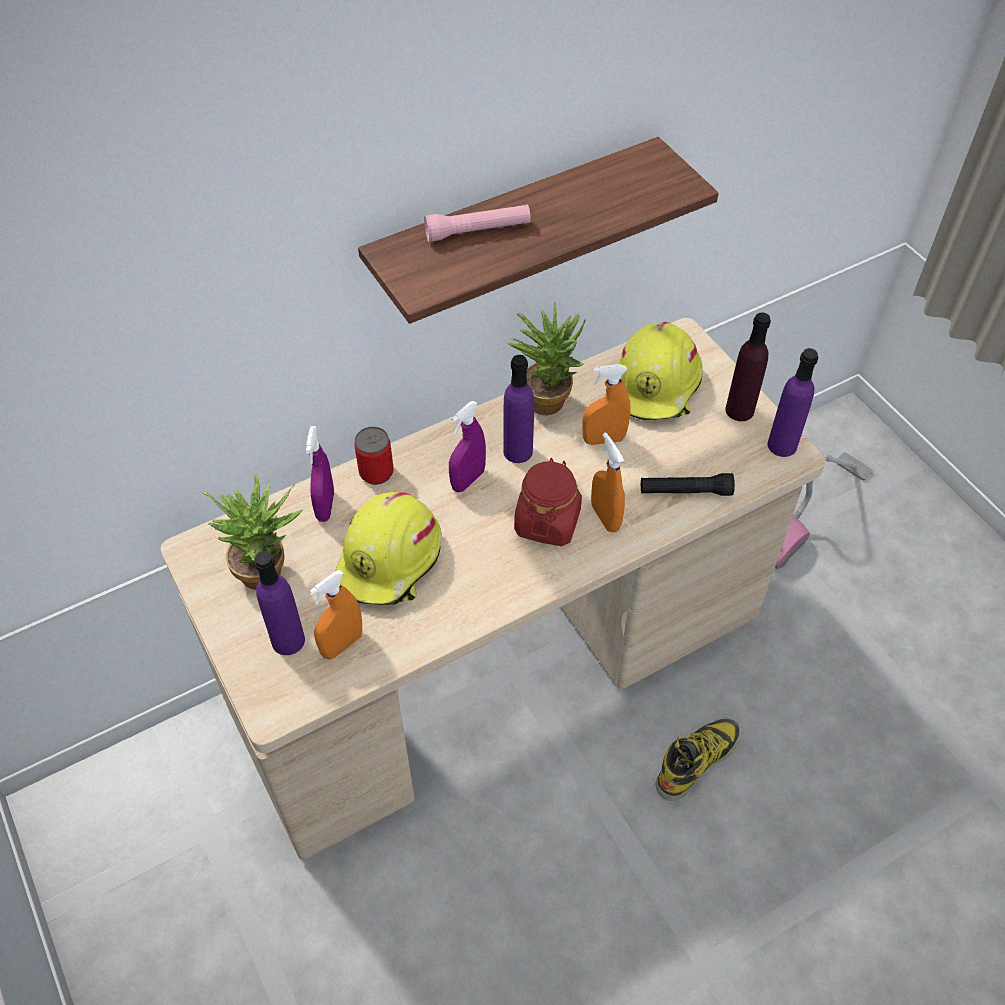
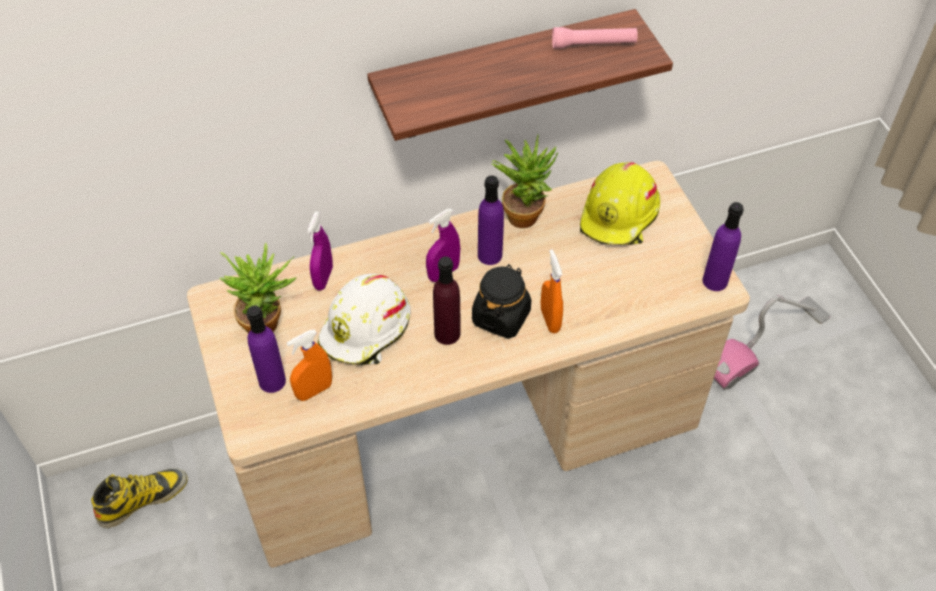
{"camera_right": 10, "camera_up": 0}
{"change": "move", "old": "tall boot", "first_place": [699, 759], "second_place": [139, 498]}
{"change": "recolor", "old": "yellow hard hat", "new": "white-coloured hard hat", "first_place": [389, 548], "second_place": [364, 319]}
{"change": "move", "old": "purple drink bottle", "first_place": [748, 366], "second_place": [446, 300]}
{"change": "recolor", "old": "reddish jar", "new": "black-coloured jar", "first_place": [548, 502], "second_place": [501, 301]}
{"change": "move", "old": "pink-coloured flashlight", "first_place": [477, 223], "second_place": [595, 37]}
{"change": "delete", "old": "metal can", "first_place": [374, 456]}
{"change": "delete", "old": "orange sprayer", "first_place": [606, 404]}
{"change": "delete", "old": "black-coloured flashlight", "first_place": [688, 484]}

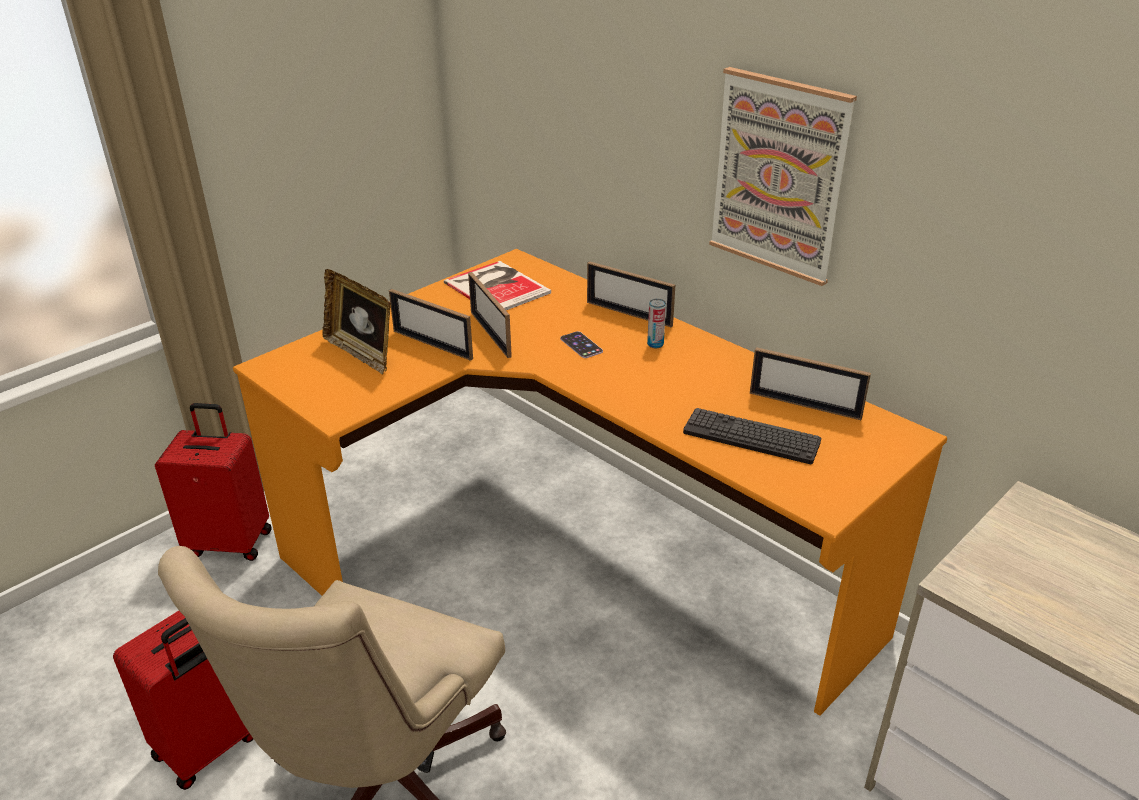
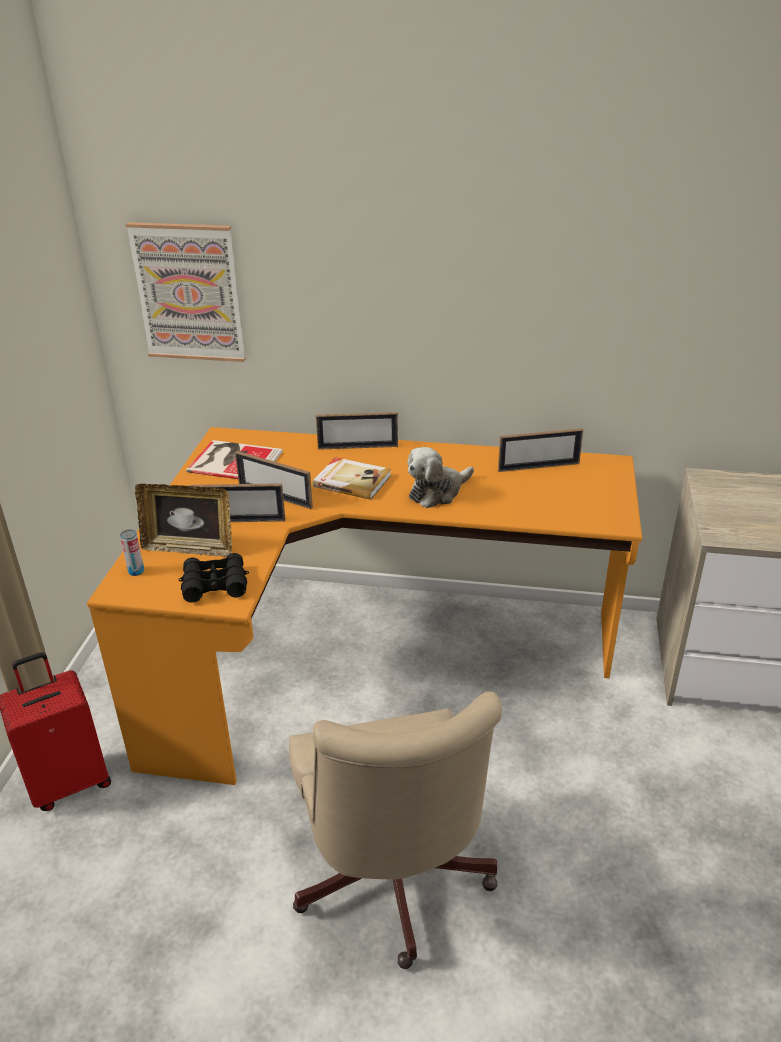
{"camera_right": -35, "camera_up": 0}
{"change": "move", "old": "metal can", "first_place": [656, 323], "second_place": [132, 552]}
{"change": "move", "old": "wall art", "first_place": [783, 176], "second_place": [186, 292]}
{"change": "insert", "new": "black-coloured pair of binoculars", "second_place": [214, 578]}
{"change": "replace", "old": "handset", "new": "volume", "first_place": [581, 344], "second_place": [352, 478]}
{"change": "insert", "new": "soft toy", "second_place": [440, 477]}
{"change": "delete", "old": "reddish suitcase", "first_place": [183, 700]}
{"change": "delete", "old": "computer keyboard", "first_place": [752, 436]}

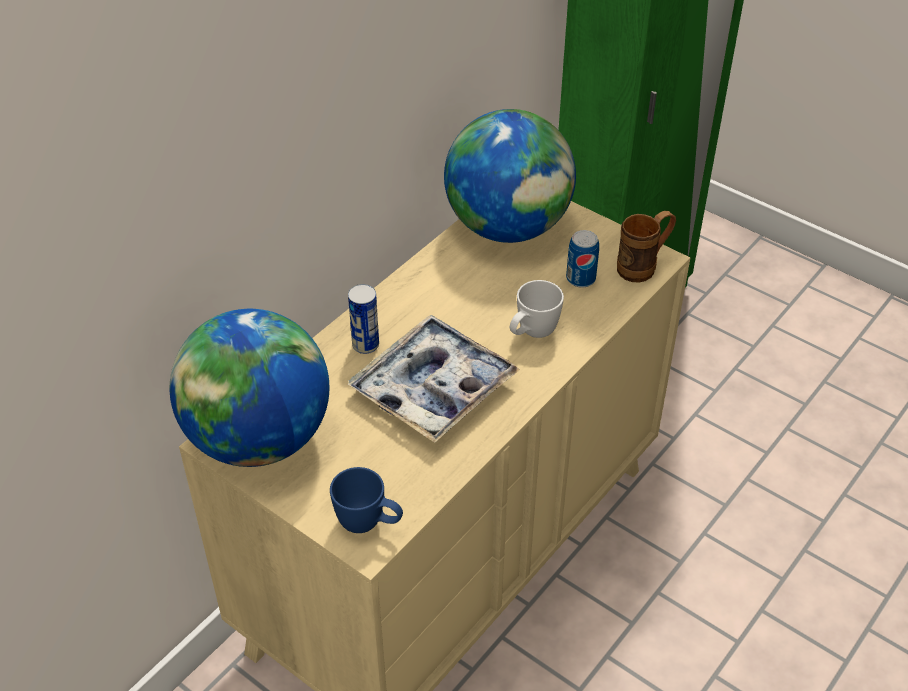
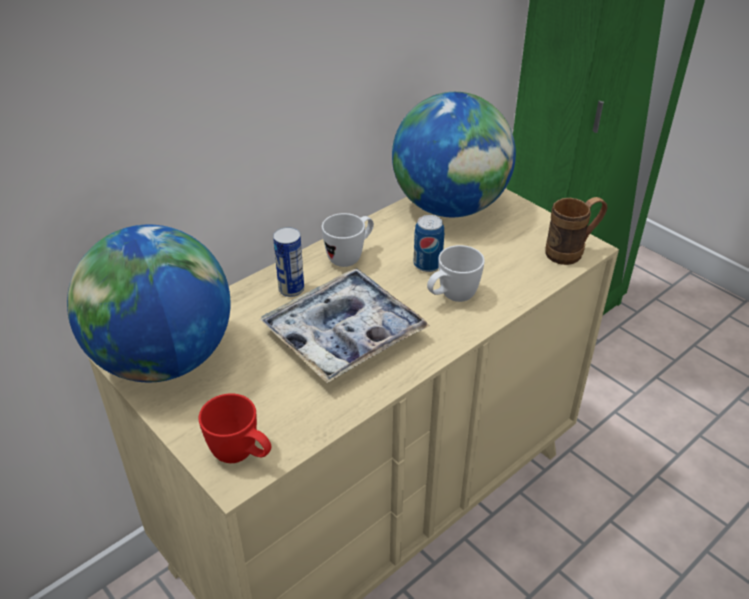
{"camera_right": 10, "camera_up": -5}
{"change": "recolor", "old": "blue coffee mug", "new": "reddish coffee mug", "first_place": [366, 500], "second_place": [235, 428]}
{"change": "insert", "new": "white-coloured coffee mug", "second_place": [348, 240]}
{"change": "move", "old": "metal can", "first_place": [582, 259], "second_place": [429, 243]}

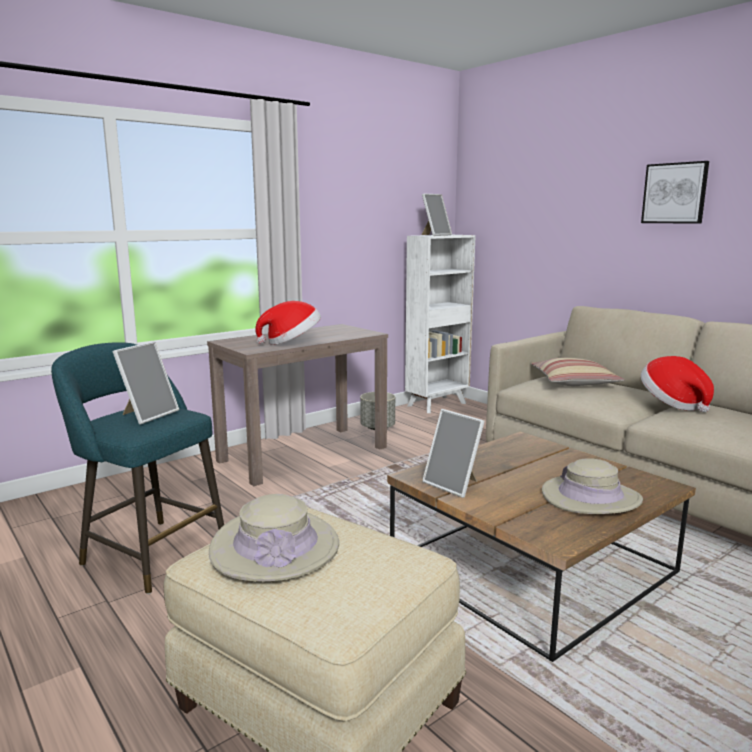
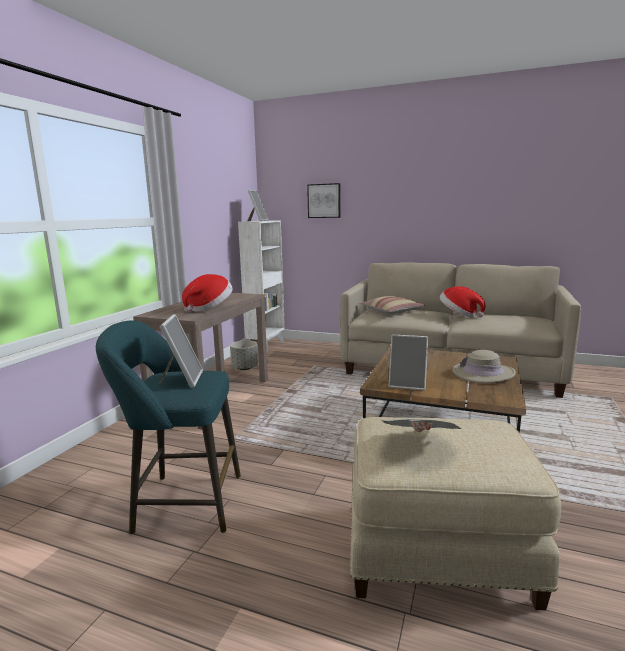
{"camera_right": -30, "camera_up": 0}
{"change": "move", "old": "wall art", "first_place": [675, 192], "second_place": [324, 200]}
{"change": "replace", "old": "sand-coloured hat", "new": "daily paper", "first_place": [274, 537], "second_place": [420, 425]}

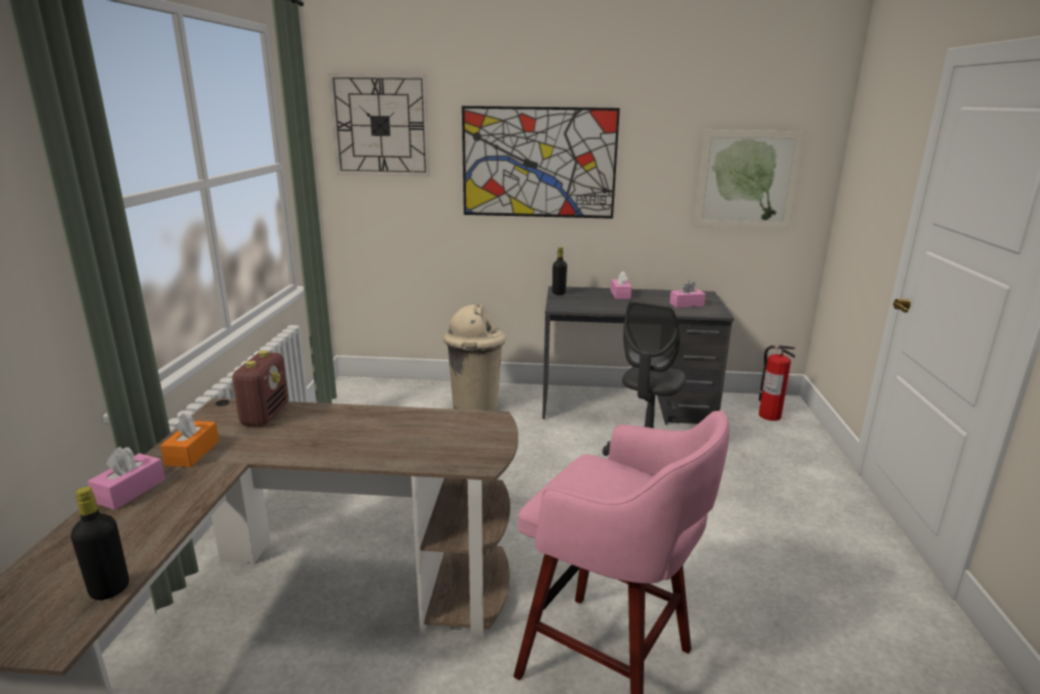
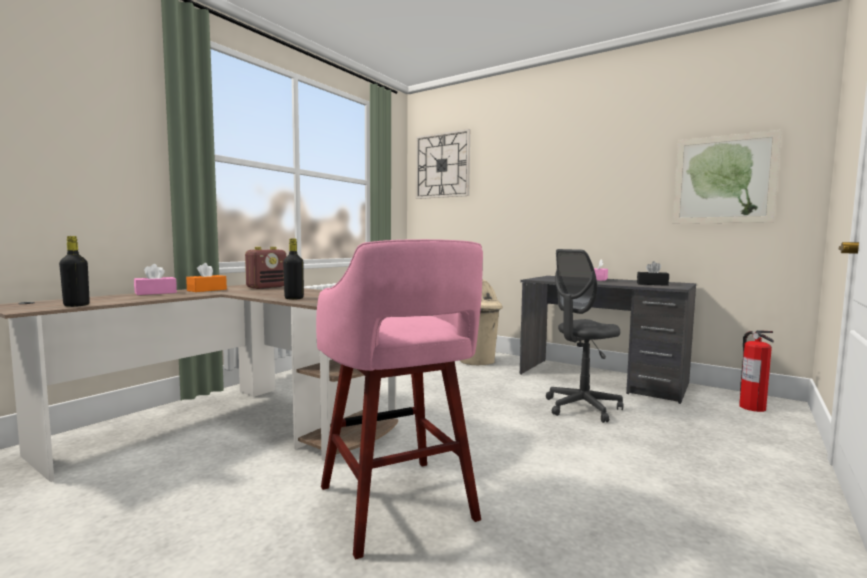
{"camera_right": 30, "camera_up": -15}
{"change": "move", "old": "black-coloured drink bottle", "first_place": [559, 271], "second_place": [293, 269]}
{"change": "recolor", "old": "pink-coloured tissue box", "new": "black-coloured tissue box", "first_place": [687, 294], "second_place": [653, 273]}
{"change": "delete", "old": "wall art", "first_place": [541, 162]}

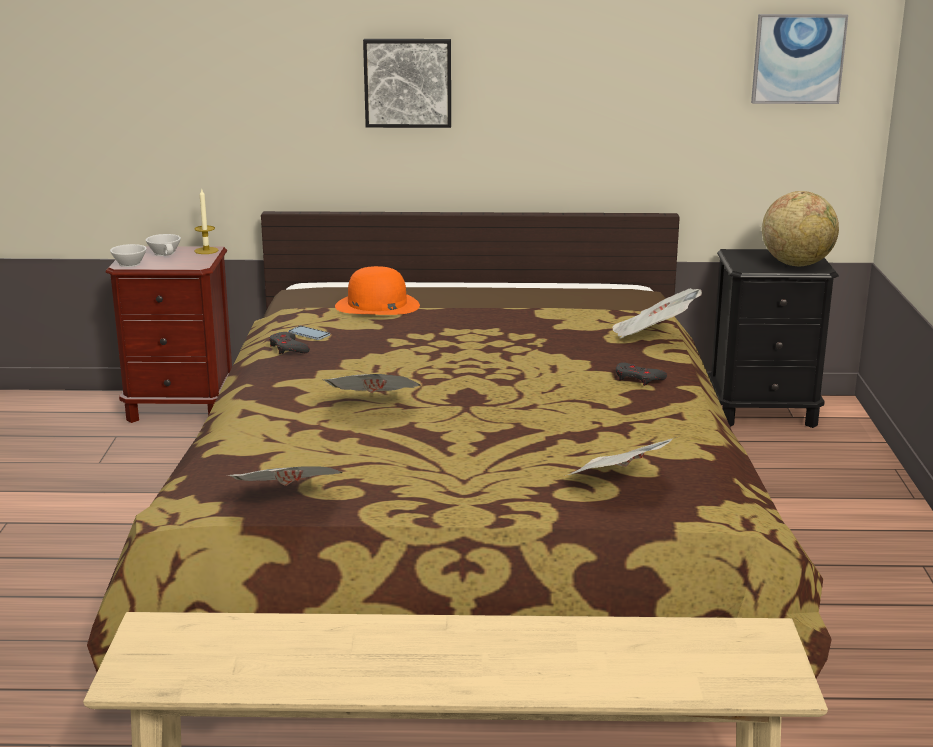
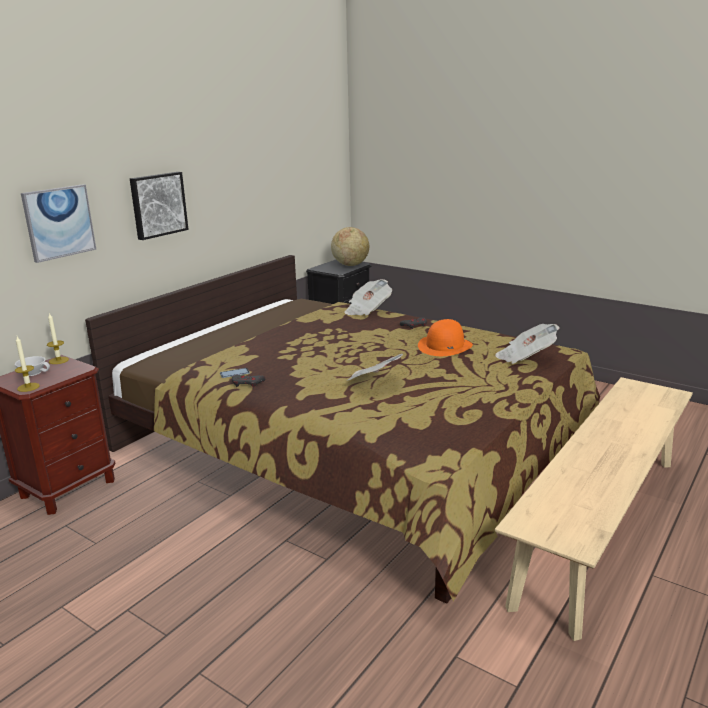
{"camera_right": -55, "camera_up": 0}
{"change": "replace", "old": "white-coloured cup", "new": "wax light", "first_place": [128, 255], "second_place": [27, 364]}
{"change": "move", "old": "wall art", "first_place": [799, 59], "second_place": [58, 223]}
{"change": "move", "old": "orange hat", "first_place": [377, 290], "second_place": [445, 337]}
{"change": "delete", "old": "daily paper", "first_place": [285, 476]}

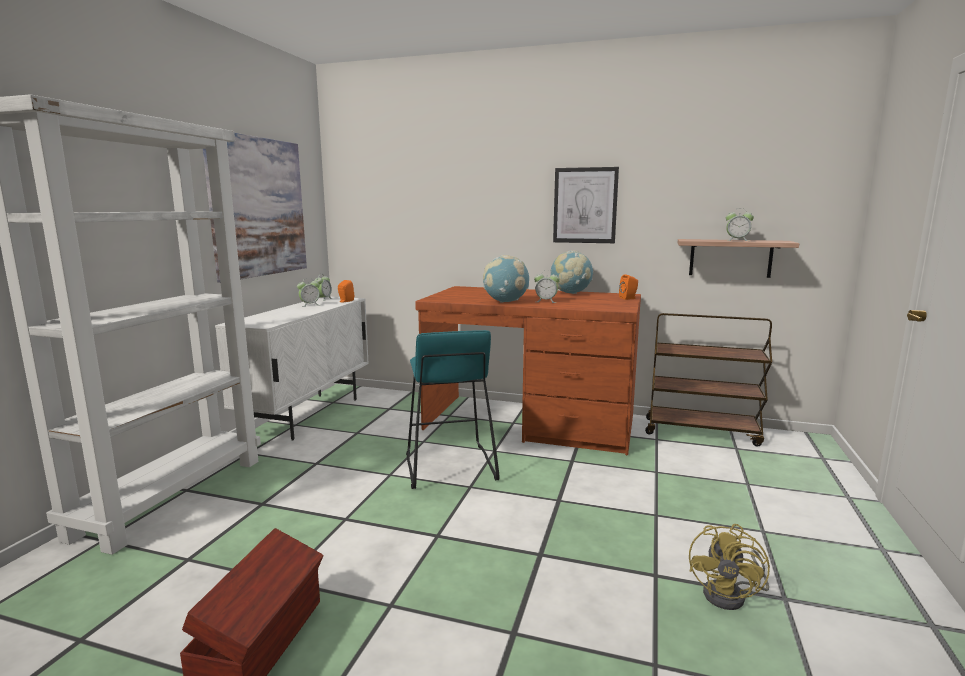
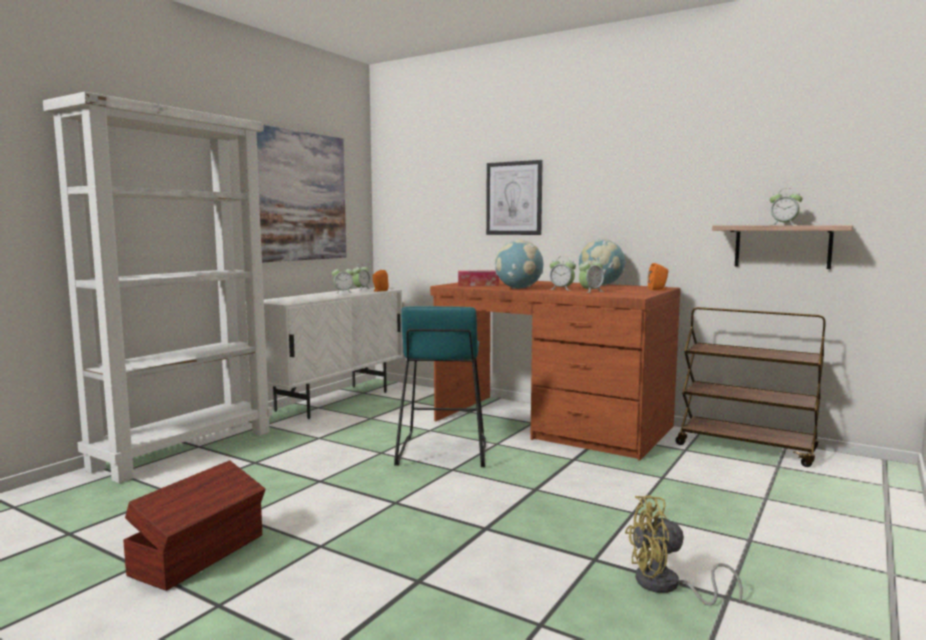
{"camera_right": 15, "camera_up": -5}
{"change": "insert", "new": "tissue box", "second_place": [478, 278]}
{"change": "move", "old": "wall art", "first_place": [586, 205], "second_place": [514, 197]}
{"change": "insert", "new": "bedside clock", "second_place": [591, 275]}
{"change": "rotate", "old": "yellow cooling fan", "first_place": [729, 567], "second_place": [684, 550], "degrees": 45}

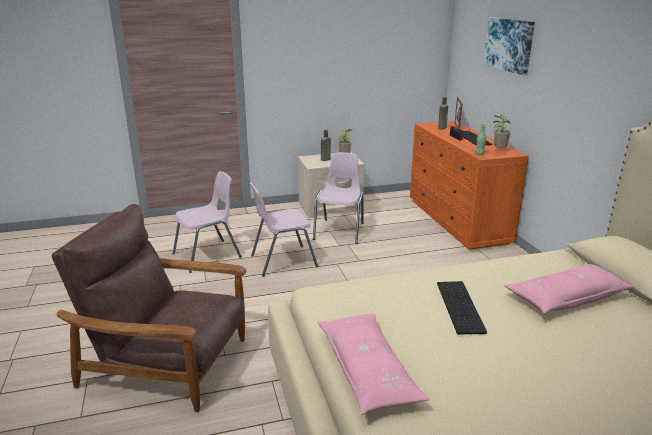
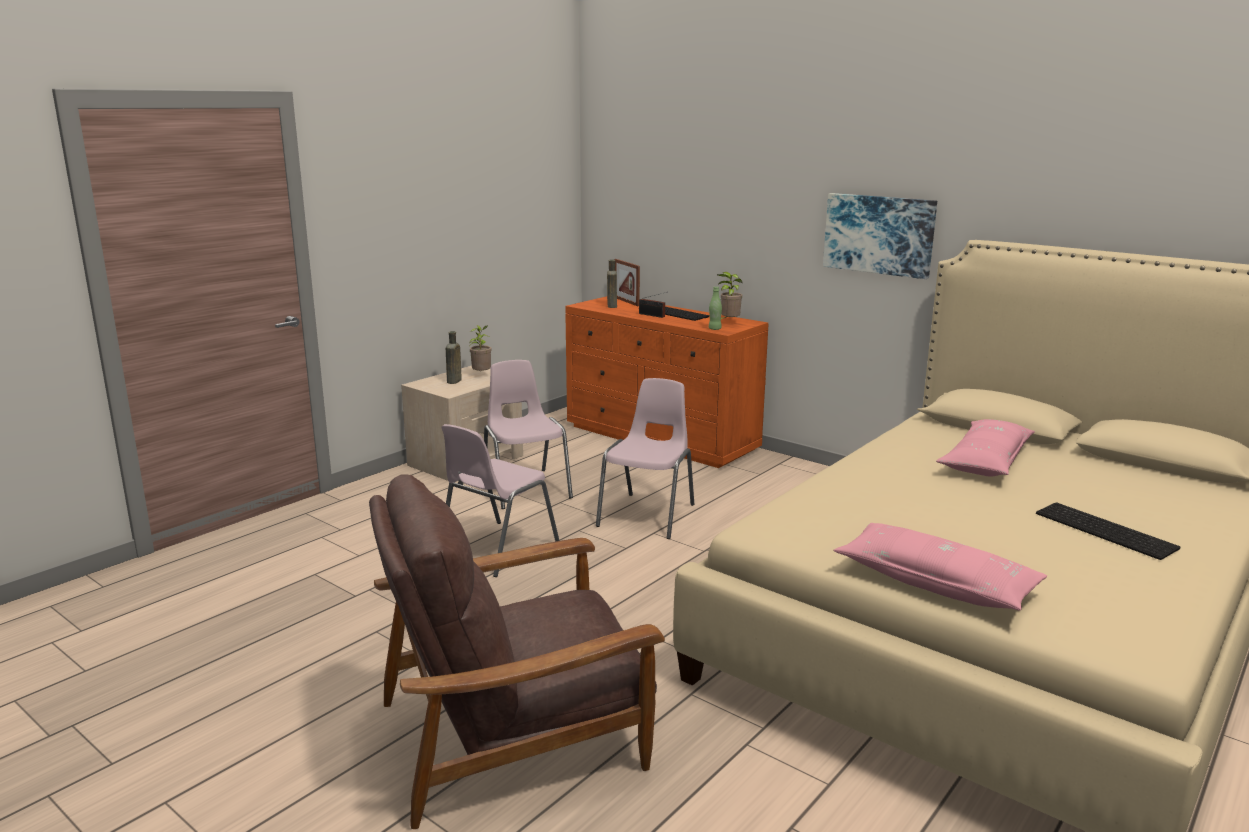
{"camera_right": -35, "camera_up": -5}
{"change": "move", "old": "pink-coloured chair", "first_place": [207, 222], "second_place": [645, 458]}
{"change": "move", "old": "wall art", "first_place": [509, 46], "second_place": [880, 236]}
{"change": "move", "old": "computer keyboard", "first_place": [462, 308], "second_place": [1108, 531]}

